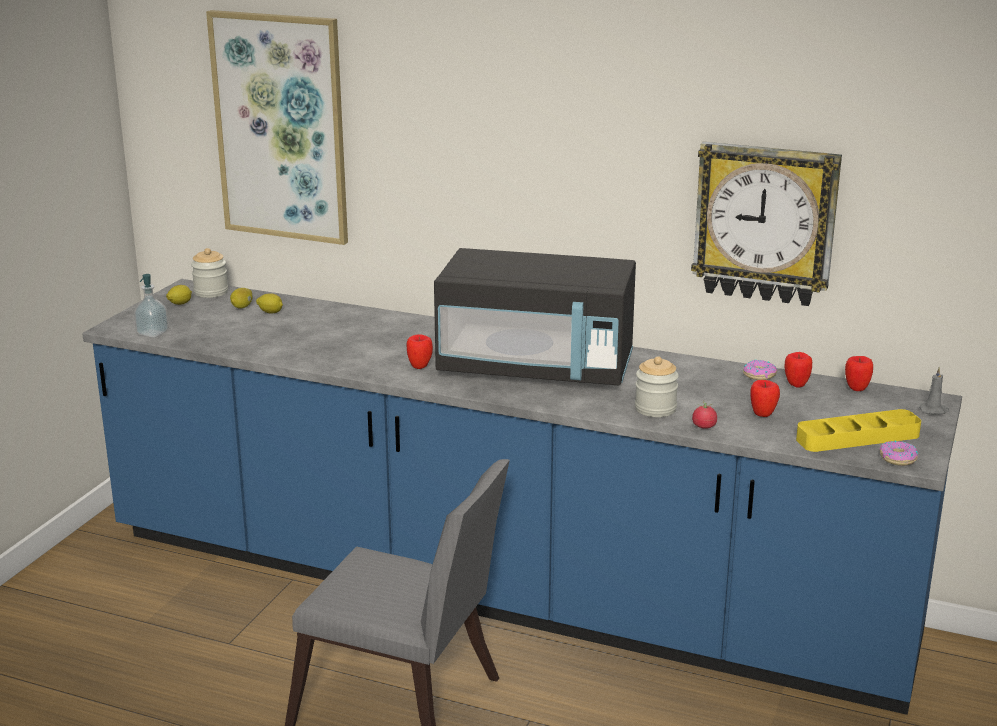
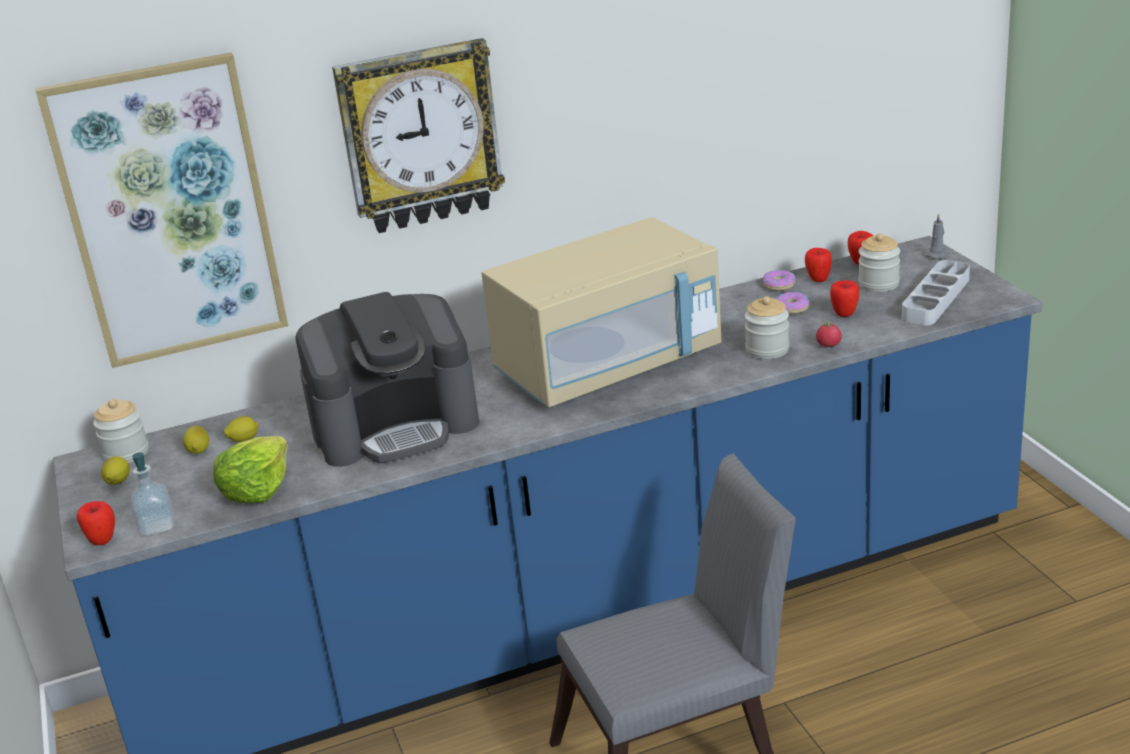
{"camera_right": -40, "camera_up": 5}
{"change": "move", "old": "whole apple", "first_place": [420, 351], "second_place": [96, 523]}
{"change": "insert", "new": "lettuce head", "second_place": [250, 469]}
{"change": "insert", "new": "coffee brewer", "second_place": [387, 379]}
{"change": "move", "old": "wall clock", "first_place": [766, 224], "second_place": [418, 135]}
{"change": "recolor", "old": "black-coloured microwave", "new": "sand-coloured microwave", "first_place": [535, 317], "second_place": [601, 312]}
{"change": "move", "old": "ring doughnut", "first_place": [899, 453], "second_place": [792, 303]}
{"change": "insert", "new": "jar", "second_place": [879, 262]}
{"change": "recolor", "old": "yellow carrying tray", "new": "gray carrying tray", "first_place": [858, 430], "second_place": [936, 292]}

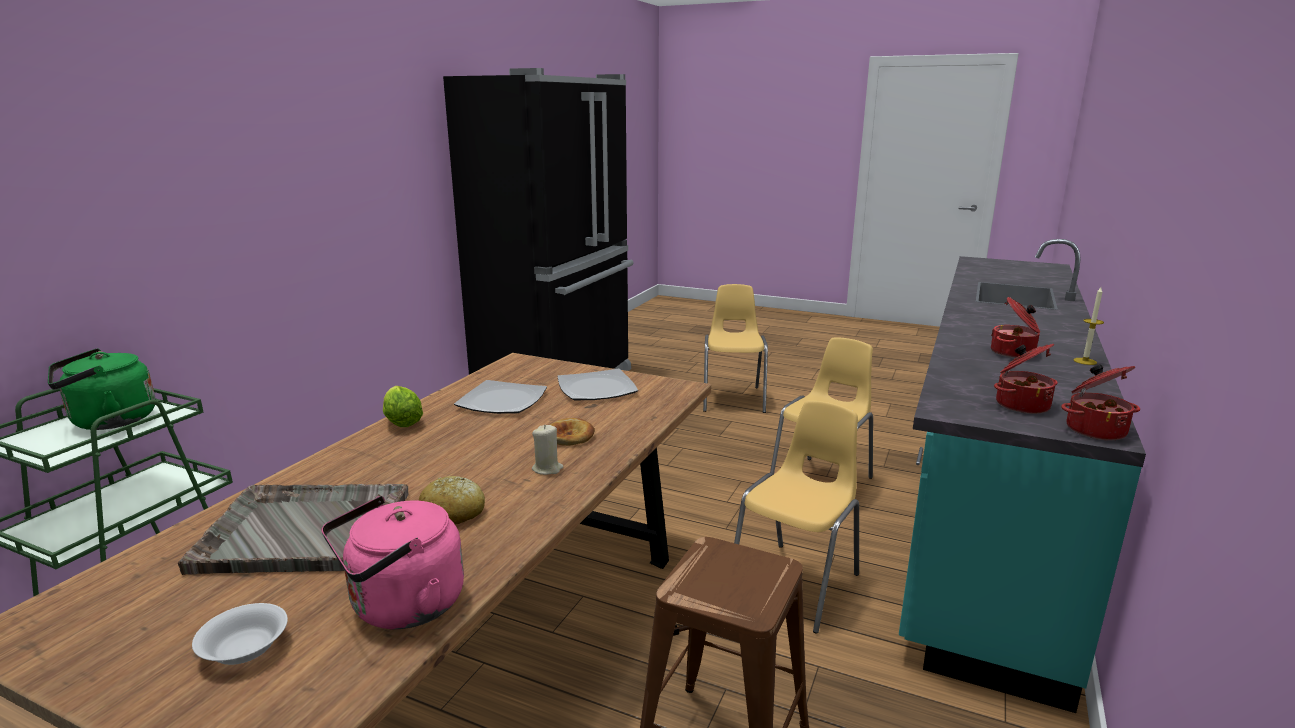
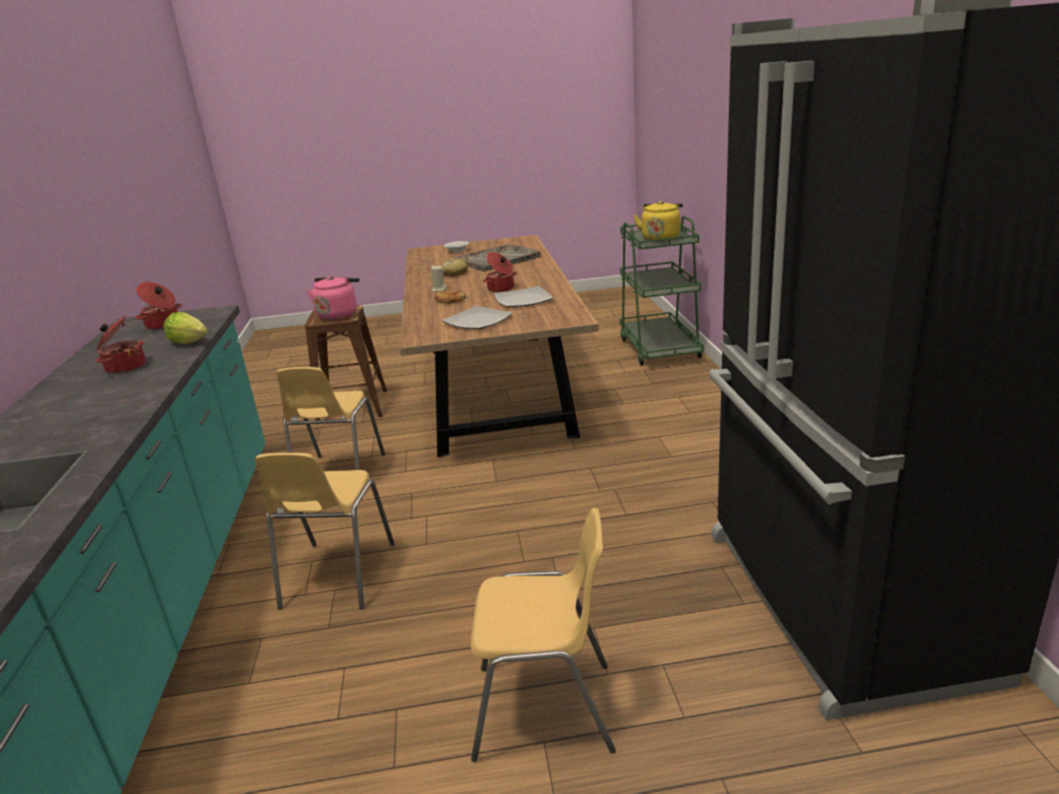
{"camera_right": 150, "camera_up": 5}
{"change": "move", "old": "lettuce head", "first_place": [403, 406], "second_place": [185, 328]}
{"change": "move", "old": "pink-coloured kettle", "first_place": [393, 562], "second_place": [333, 298]}
{"change": "rotate", "old": "yellow chair", "first_place": [735, 348], "second_place": [543, 635], "degrees": -60}
{"change": "move", "old": "saucepot", "first_place": [1100, 402], "second_place": [500, 272]}
{"change": "recolor", "old": "green kettle", "new": "yellow kettle", "first_place": [101, 389], "second_place": [658, 221]}
{"change": "delete", "old": "wax light", "first_place": [1089, 326]}

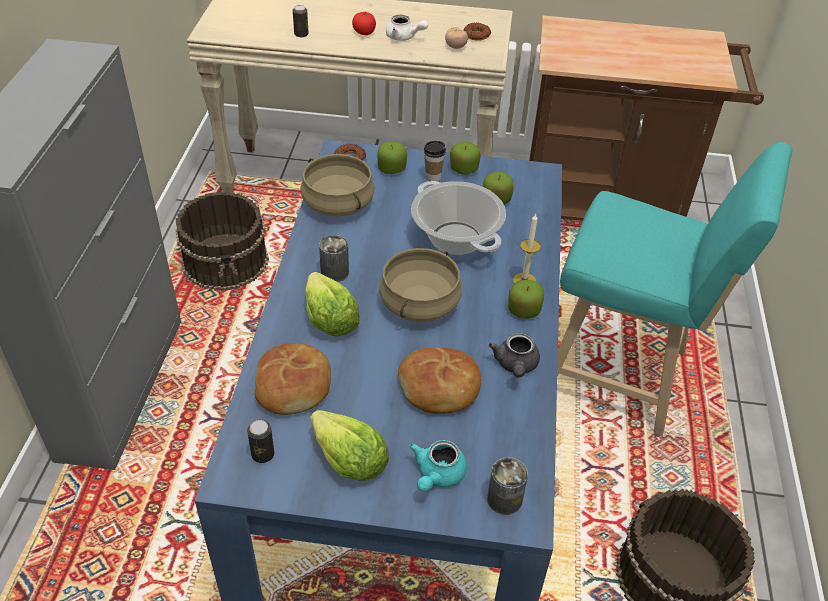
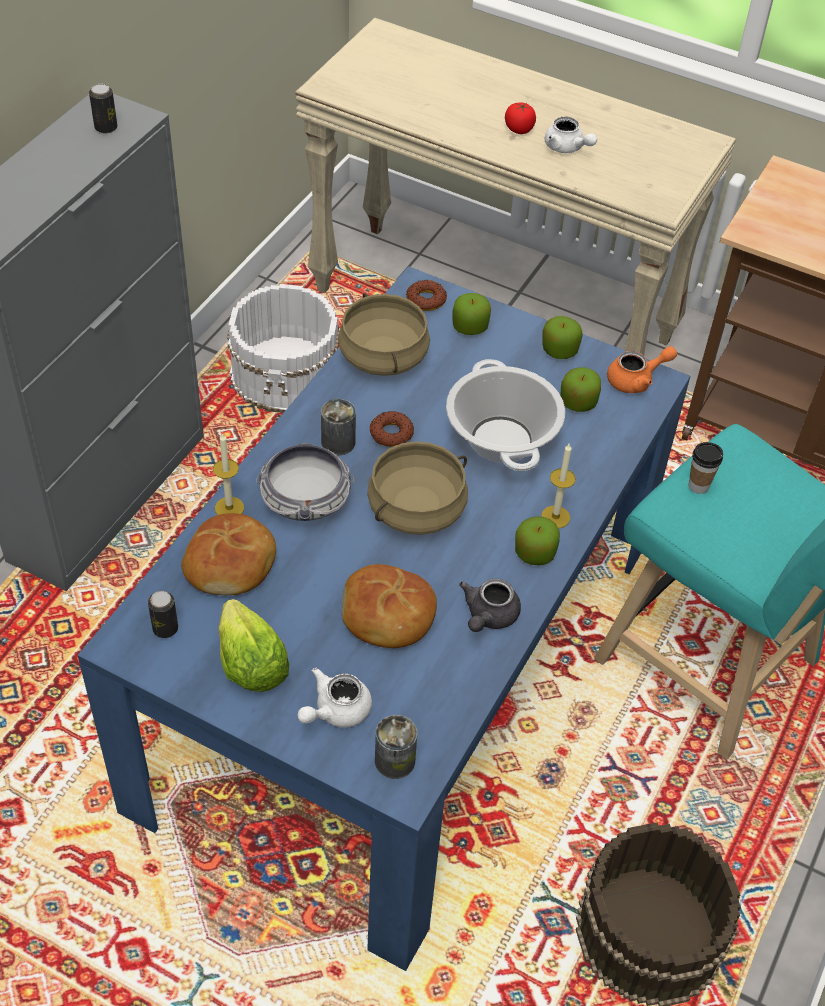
{"camera_right": 20, "camera_up": 5}
{"change": "move", "old": "metal can", "first_place": [301, 21], "second_place": [103, 108]}
{"change": "insert", "new": "wax light", "second_place": [228, 474]}
{"change": "recolor", "old": "brown pail", "new": "white-coloured pail", "first_place": [222, 241], "second_place": [283, 348]}
{"change": "replace", "old": "lettuce head", "new": "serving bowl", "first_place": [332, 304], "second_place": [305, 481]}
{"change": "recolor", "old": "turquoise pot for tea", "new": "white-coloured pot for tea", "first_place": [438, 466], "second_place": [335, 697]}
{"change": "move", "old": "ring doughnut", "first_place": [477, 32], "second_place": [392, 429]}
{"change": "insert", "new": "orange pot for tea", "second_place": [642, 369]}
{"change": "move", "old": "cup", "first_place": [435, 161], "second_place": [706, 468]}
{"change": "delete", "old": "tomato", "first_place": [456, 38]}

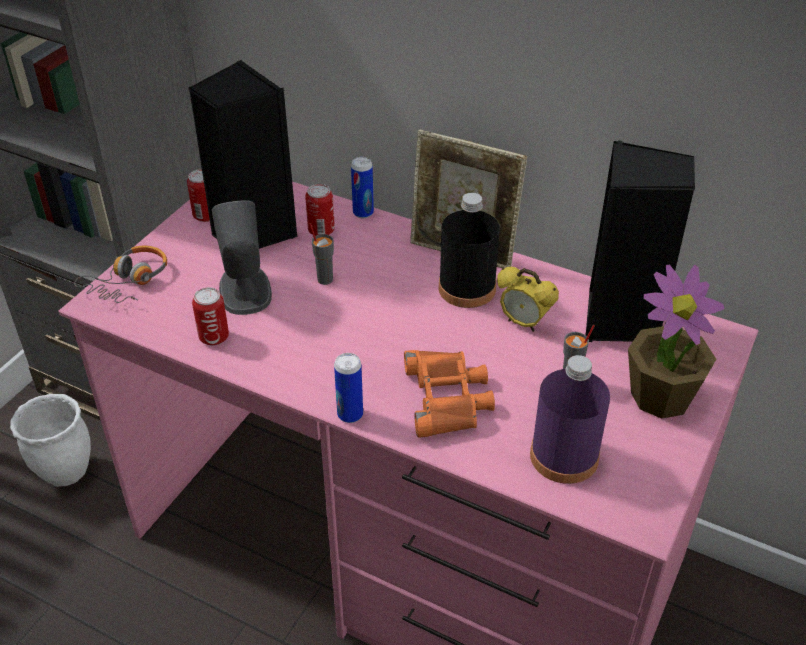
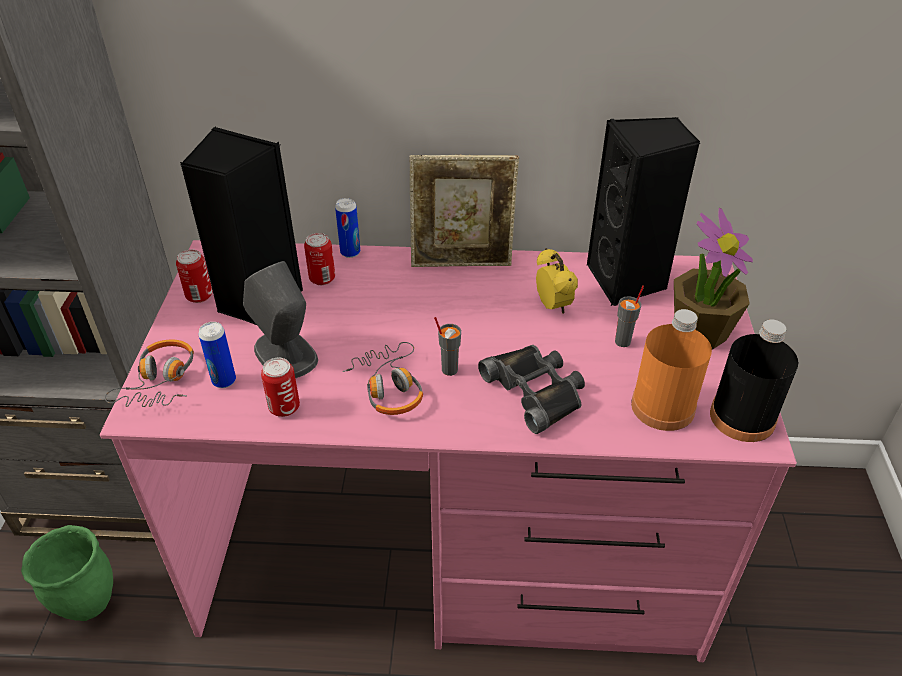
{"camera_right": -25, "camera_up": 0}
{"change": "recolor", "old": "white-coloured flower pot", "new": "green flower pot", "first_place": [50, 440], "second_place": [67, 573]}
{"change": "move", "old": "metal can", "first_place": [348, 388], "second_place": [217, 355]}
{"change": "insert", "new": "headphones", "second_place": [382, 378]}
{"change": "move", "old": "gray cup", "first_place": [321, 254], "second_place": [447, 346]}
{"change": "recolor", "old": "orange pair of binoculars", "new": "black-coloured pair of binoculars", "first_place": [449, 394], "second_place": [531, 389]}
{"change": "rotate", "old": "bedside clock", "first_place": [528, 299], "second_place": [557, 281], "degrees": -120}
{"change": "recolor", "old": "purple drink bottle", "new": "orange drink bottle", "first_place": [570, 419], "second_place": [671, 370]}
{"change": "move", "old": "black-coloured drink bottle", "first_place": [469, 250], "second_place": [754, 380]}

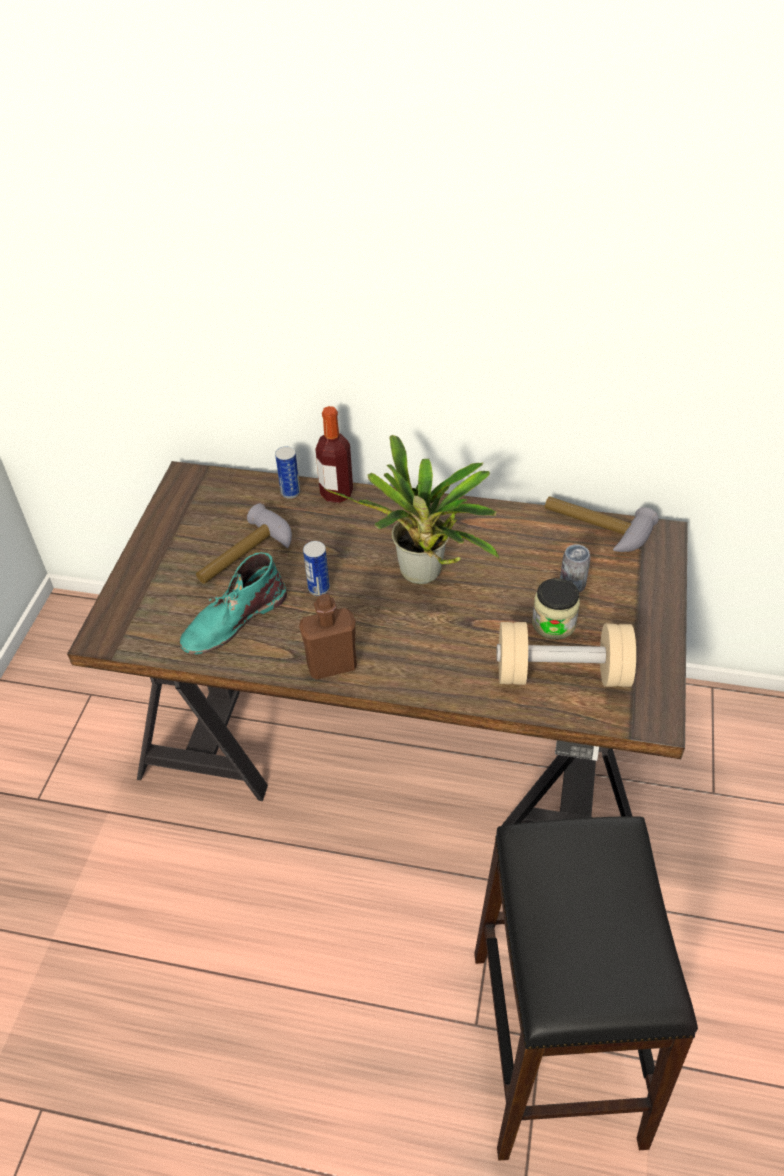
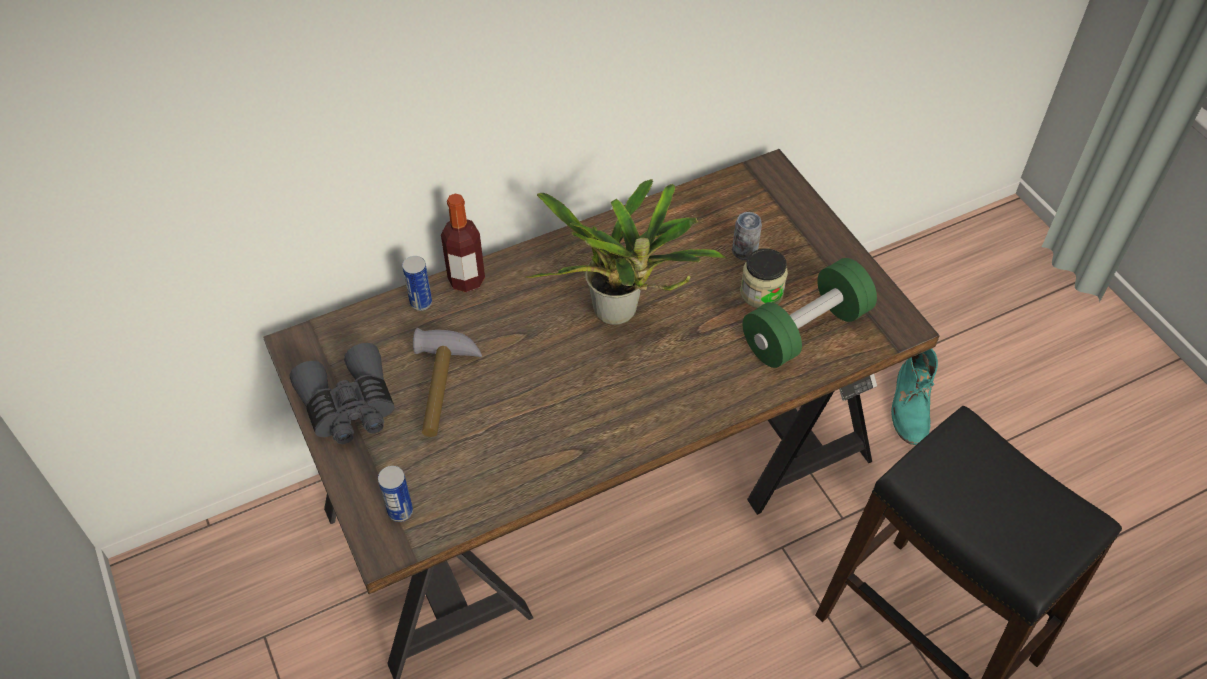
{"camera_right": -40, "camera_up": 5}
{"change": "insert", "new": "gray pair of binoculars", "second_place": [342, 393]}
{"change": "move", "old": "metal can", "first_place": [316, 568], "second_place": [395, 494]}
{"change": "recolor", "old": "sand-coloured dumbbell", "new": "green dumbbell", "first_place": [566, 654], "second_place": [810, 313]}
{"change": "move", "old": "turquoise tall boot", "first_place": [233, 603], "second_place": [914, 397]}
{"change": "delete", "old": "brown drink bottle", "first_place": [328, 637]}
{"change": "delete", "old": "hand hammer", "first_place": [602, 524]}

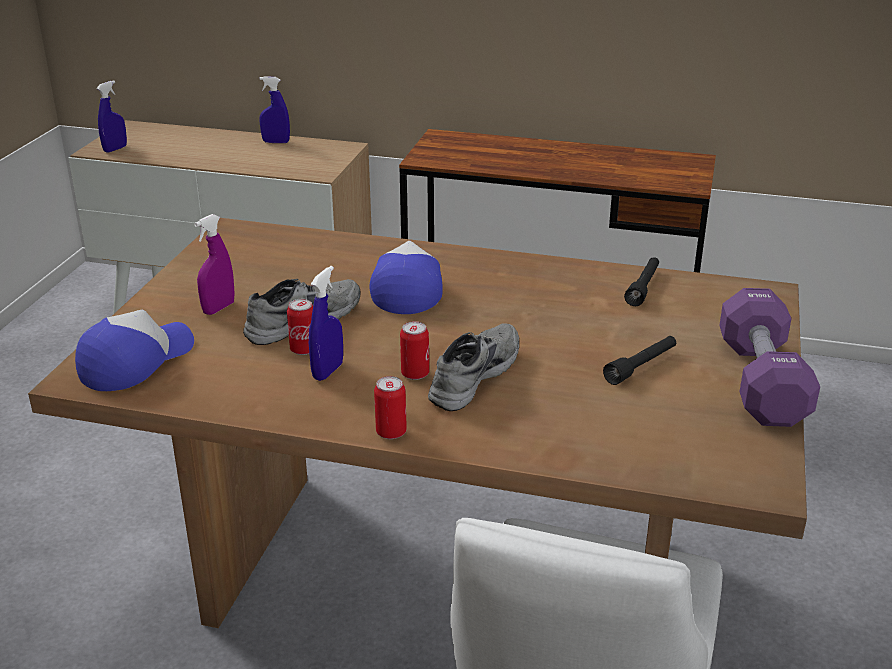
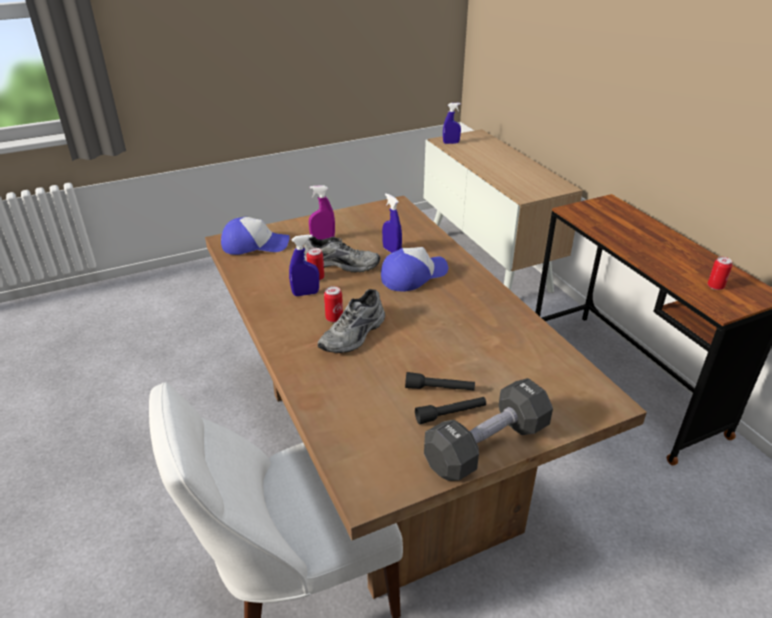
{"camera_right": 50, "camera_up": 5}
{"change": "rotate", "old": "gray low shoe", "first_place": [473, 367], "second_place": [351, 321], "degrees": 135}
{"change": "move", "old": "blue sprayer", "first_place": [274, 109], "second_place": [392, 223]}
{"change": "move", "old": "black-coloured flashlight", "first_place": [641, 281], "second_place": [450, 411]}
{"change": "recolor", "old": "purple dumbbell", "new": "black-coloured dumbbell", "first_place": [769, 357], "second_place": [488, 429]}
{"change": "move", "old": "metal can", "first_place": [390, 407], "second_place": [720, 273]}

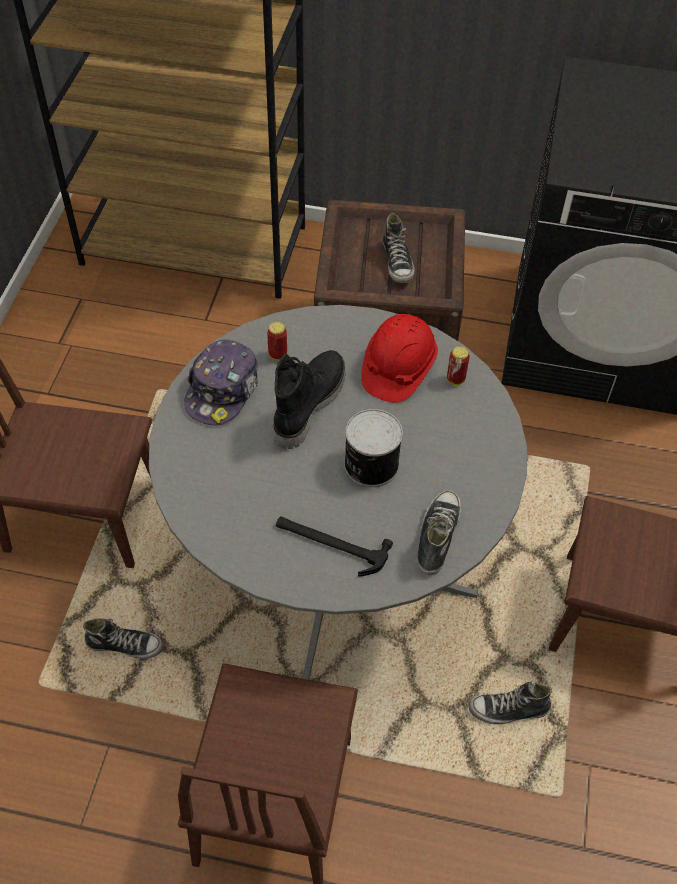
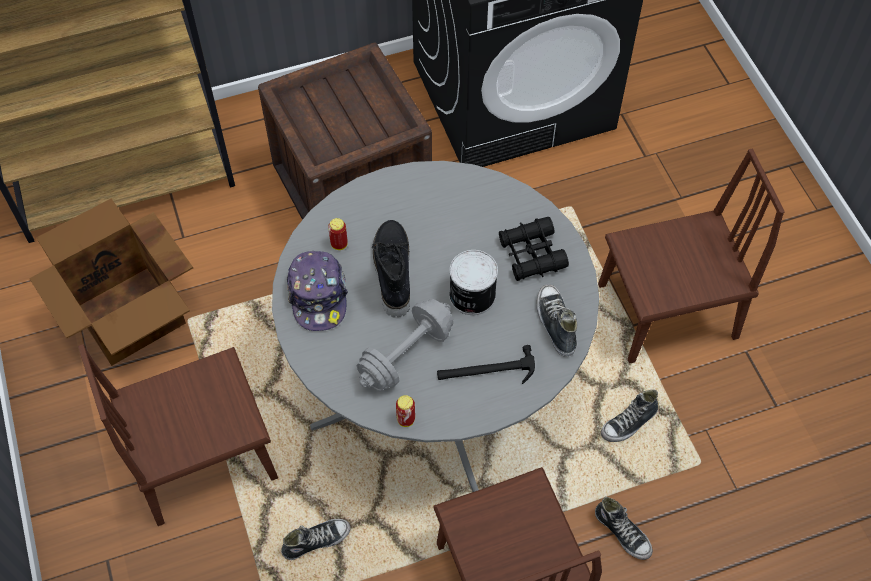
{"camera_right": -30, "camera_up": 5}
{"change": "insert", "new": "packing box", "second_place": [111, 282]}
{"change": "insert", "new": "gray dumbbell", "second_place": [405, 345]}
{"change": "move", "old": "metal can", "first_place": [458, 365], "second_place": [405, 411]}
{"change": "insert", "new": "black-coloured pair of binoculars", "second_place": [534, 249]}
{"change": "move", "old": "low shoe", "first_place": [399, 248], "second_place": [624, 528]}
{"change": "delete", "old": "reddish hard hat", "first_place": [399, 358]}

